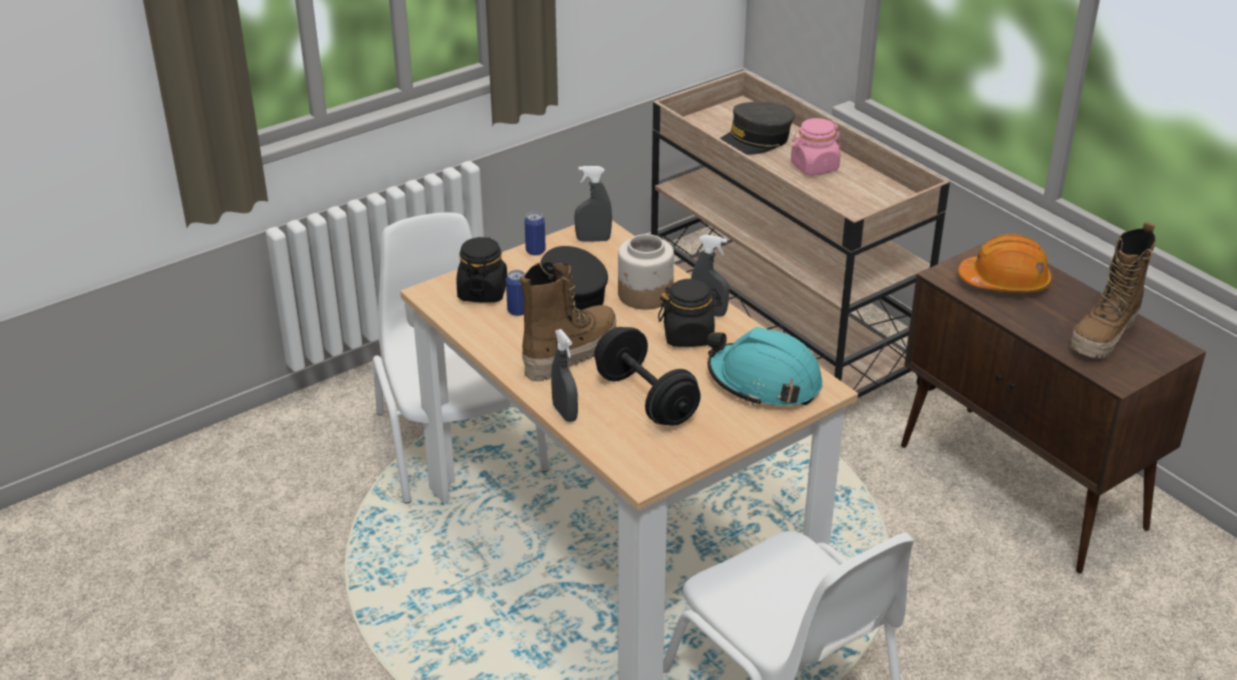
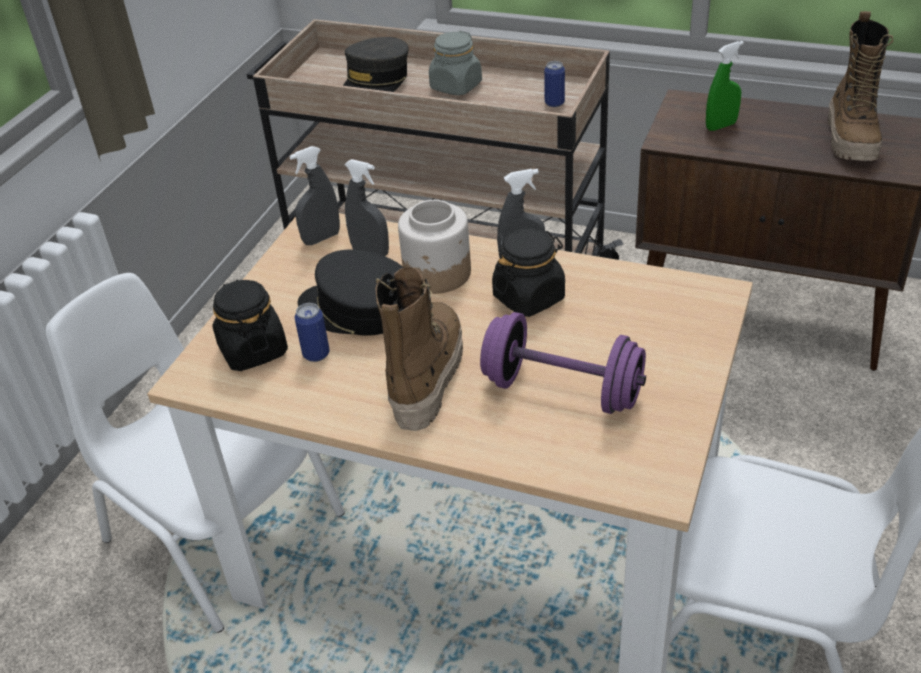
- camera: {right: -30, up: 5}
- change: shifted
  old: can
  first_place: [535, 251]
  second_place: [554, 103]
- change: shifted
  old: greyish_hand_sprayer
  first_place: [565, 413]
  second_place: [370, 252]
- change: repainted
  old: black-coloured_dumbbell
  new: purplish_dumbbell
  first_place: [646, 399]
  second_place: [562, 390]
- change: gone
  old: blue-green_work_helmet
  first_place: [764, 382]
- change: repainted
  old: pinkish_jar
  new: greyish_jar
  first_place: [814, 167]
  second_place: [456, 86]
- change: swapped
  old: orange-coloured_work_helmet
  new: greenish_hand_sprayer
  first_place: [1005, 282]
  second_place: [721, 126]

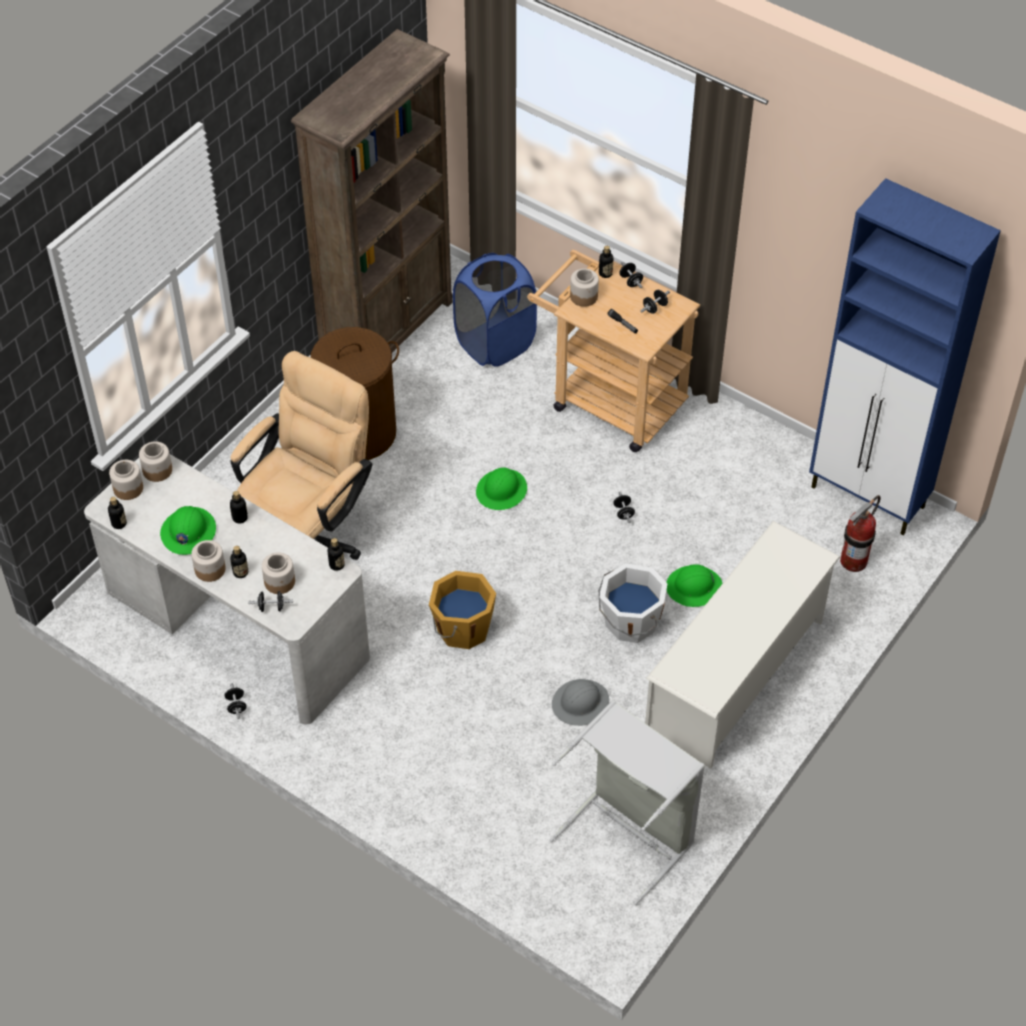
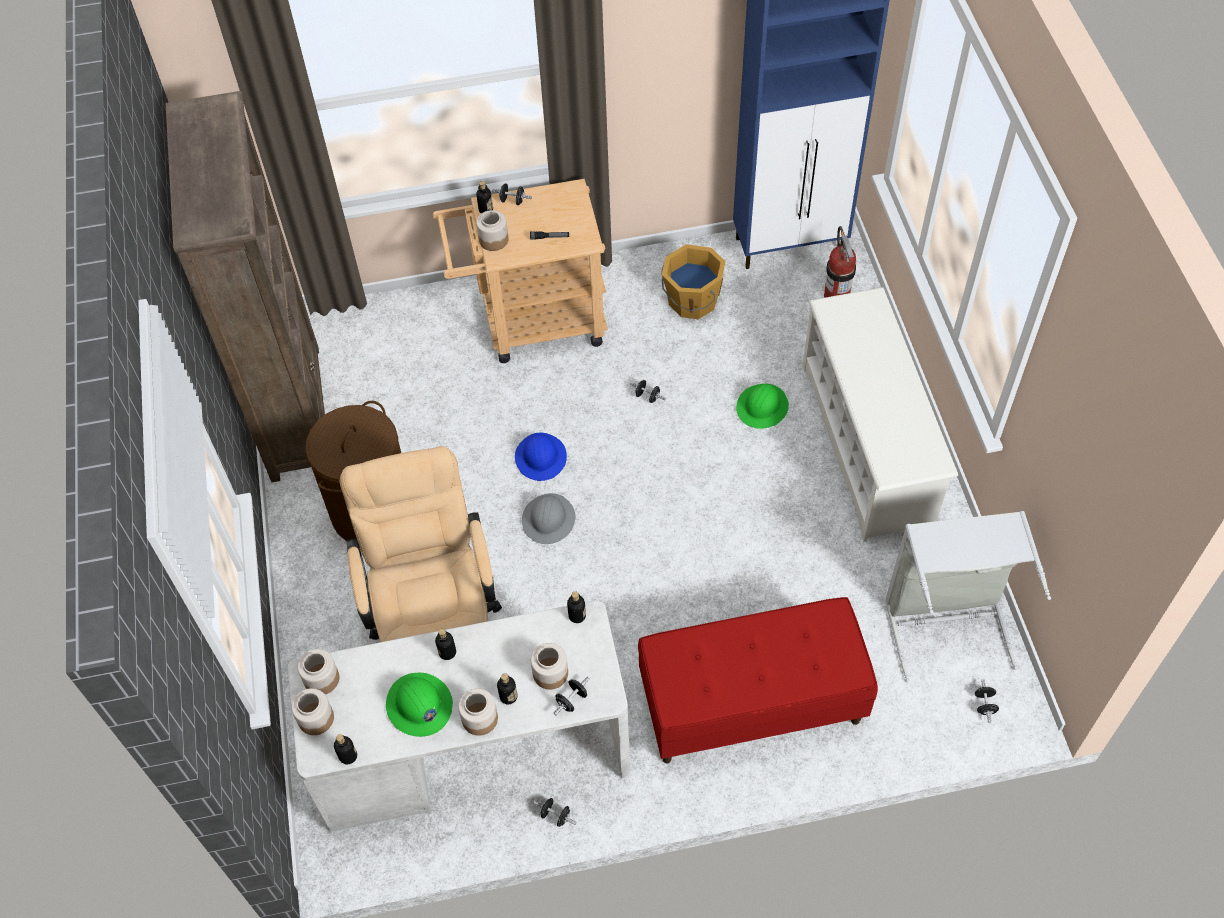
- camera: {right: -45, up: 5}
- change: shifted
  old: orange-coloured_pail
  first_place: [462, 628]
  second_place: [691, 301]
- change: gone
  old: blue_washing_basket
  first_place: [495, 343]
- change: repainted
  old: greenish_work_helmet
  new: blue_work_helmet
  first_place: [502, 491]
  second_place: [541, 457]
- change: shifted
  old: greyish_work_helmet
  first_place: [580, 703]
  second_place: [549, 519]
- change: gone
  old: whitish_pail
  first_place: [630, 622]
- change: shifted
  old: black-coloured_dumbbell
  first_place: [655, 308]
  second_place: [984, 705]
- change: new
  new: reddish_bench
  second_place: [751, 704]

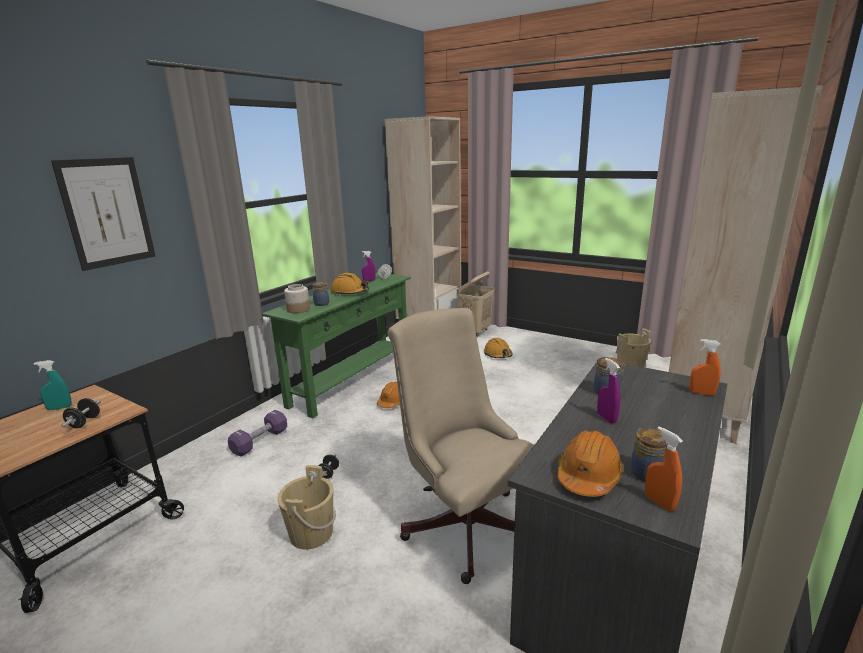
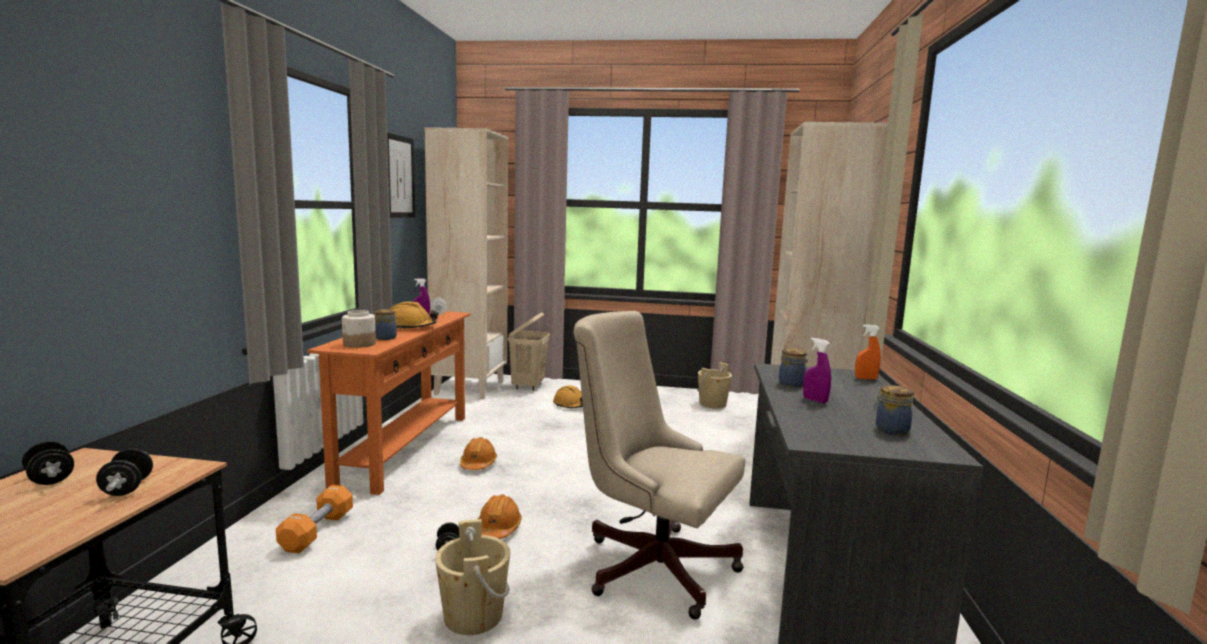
- camera: {right: -25, up: -10}
- change: swapped
  old: blue-green_hand_sprayer
  new: black-coloured_dumbbell
  first_place: [60, 408]
  second_place: [50, 479]
- change: shifted
  old: wall_art
  first_place: [107, 212]
  second_place: [400, 177]
- change: repainted
  old: purplish_dumbbell
  new: orange-coloured_dumbbell
  first_place: [260, 441]
  second_place: [317, 531]
- change: repainted
  old: greenish_console_table
  new: orange-coloured_console_table
  first_place: [351, 380]
  second_place: [405, 448]
- change: shifted
  old: orange-coloured_work_helmet
  first_place: [588, 476]
  second_place: [498, 528]
- change: gone
  old: orange-coloured_hand_sprayer
  first_place: [659, 502]

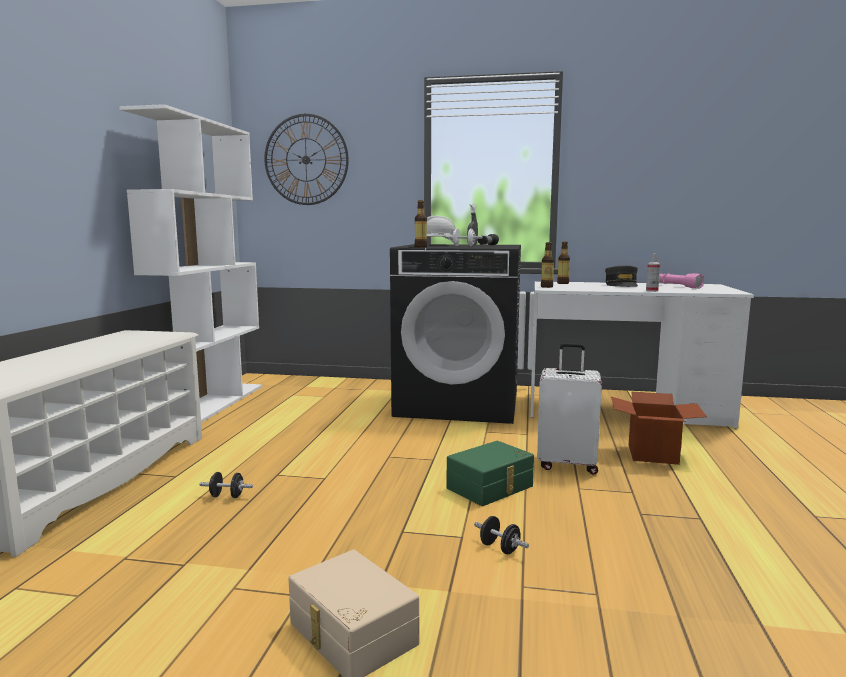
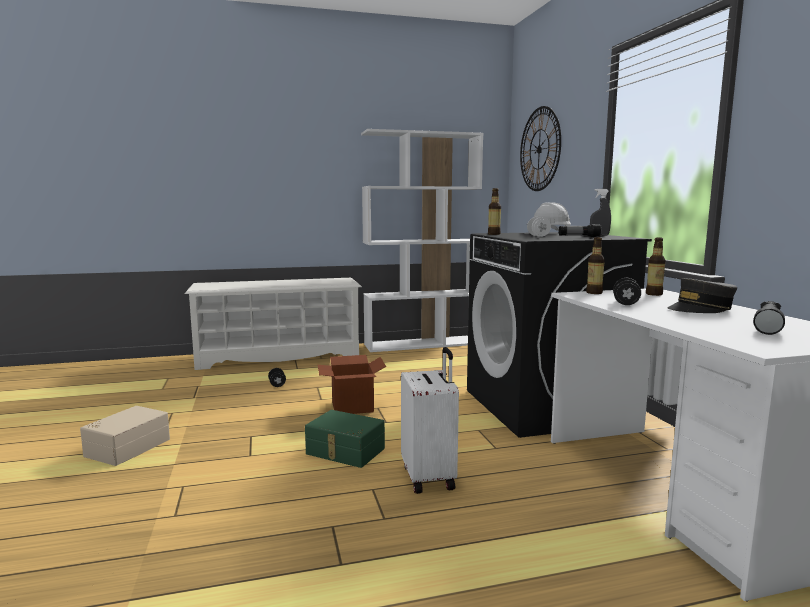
- camera: {right: 65, up: 0}
- change: shifted
  old: black-coloured_dumbbell
  first_place: [499, 548]
  second_place: [625, 303]
- change: shifted
  old: carton
  first_place: [652, 454]
  second_place: [352, 407]
- change: gone
  old: hand_sprayer
  first_place: [652, 291]
- change: repainted
  old: pinkish_torch
  new: black-coloured_torch
  first_place: [677, 286]
  second_place: [768, 326]

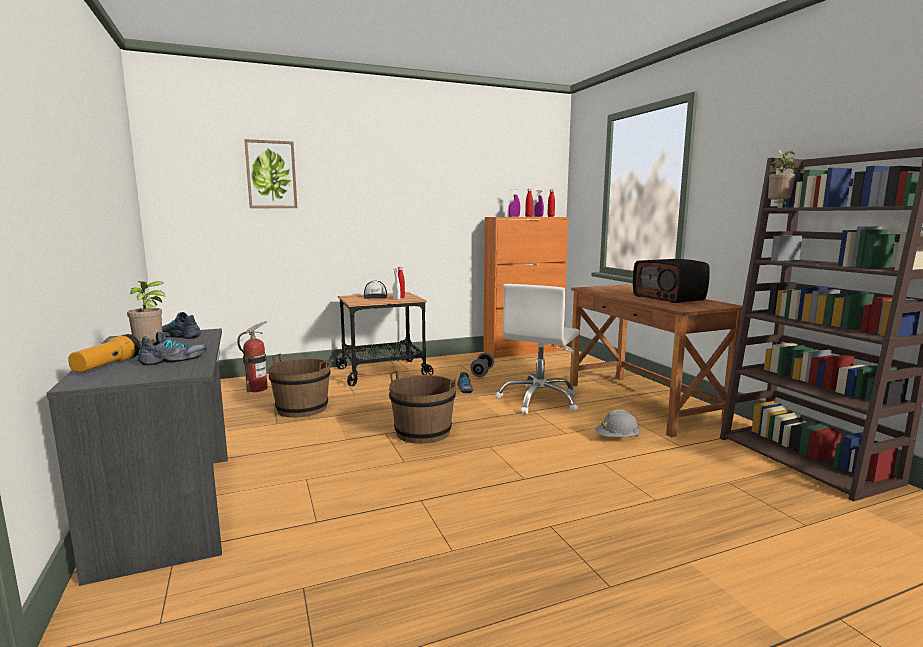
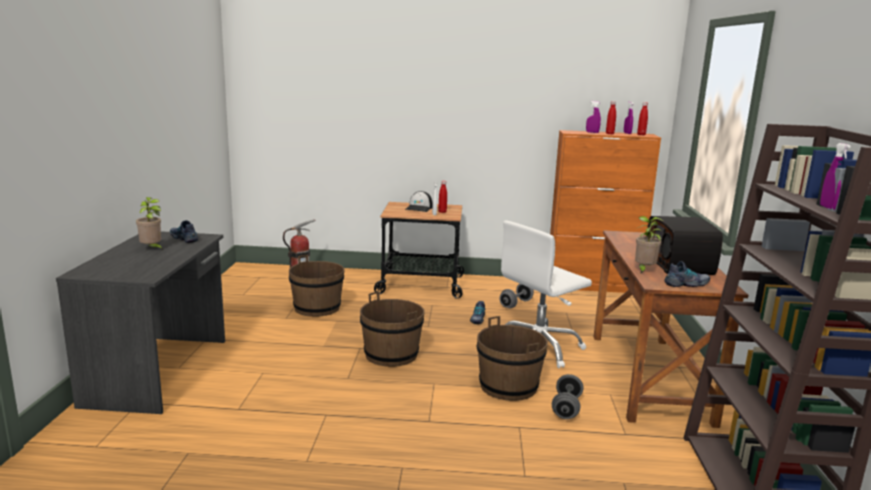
- camera: {right: 25, up: 5}
- change: gone
  old: torch
  first_place: [107, 366]
- change: shifted
  old: item_of_footwear
  first_place: [174, 360]
  second_place: [687, 284]
- change: gone
  old: wall_art
  first_place: [271, 174]
- change: swapped
  old: greyish_work_helmet
  new: greyish_dumbbell
  first_place: [617, 438]
  second_place: [566, 408]
- change: shifted
  old: plant_in_a_pot
  first_place: [778, 207]
  second_place: [644, 270]
- change: new
  new: brown_pail
  second_place: [508, 386]
- change: new
  new: purplish_hand_sprayer
  second_place: [829, 208]

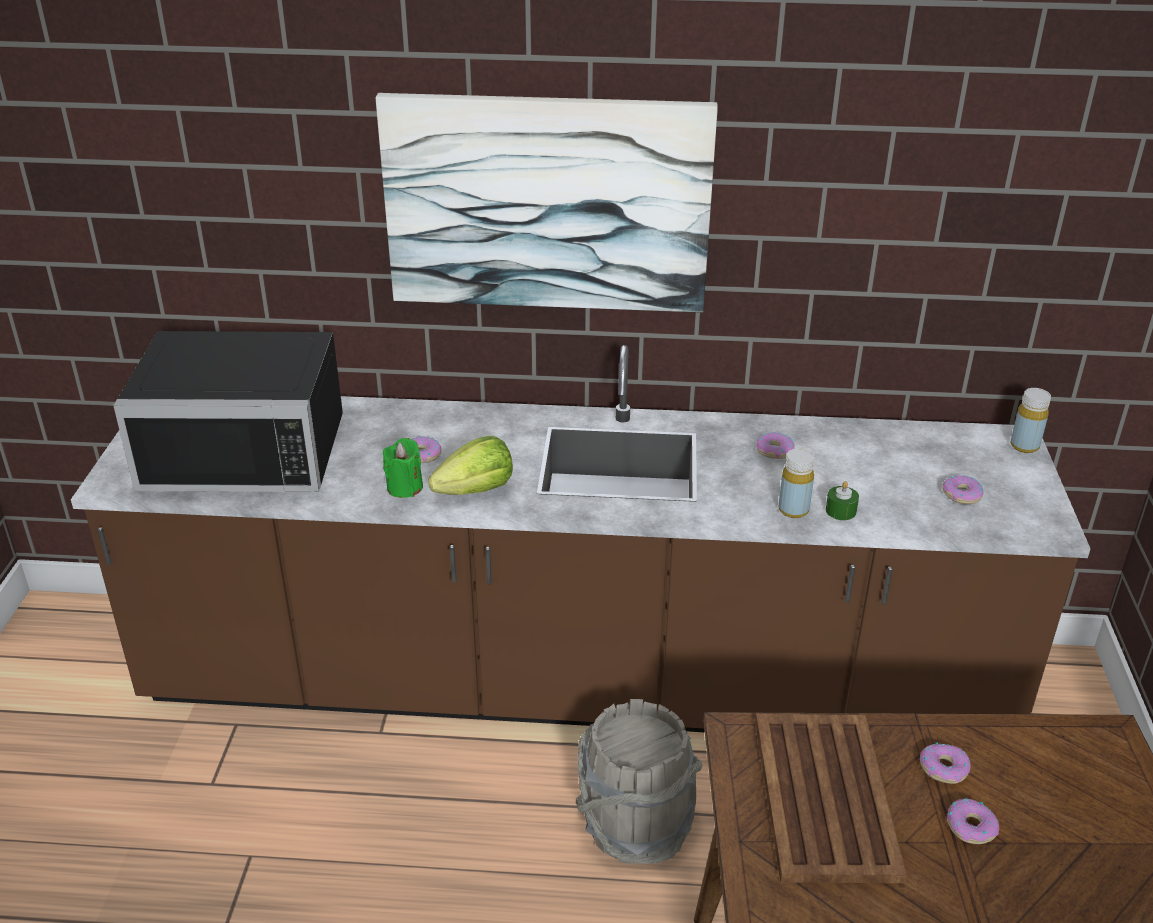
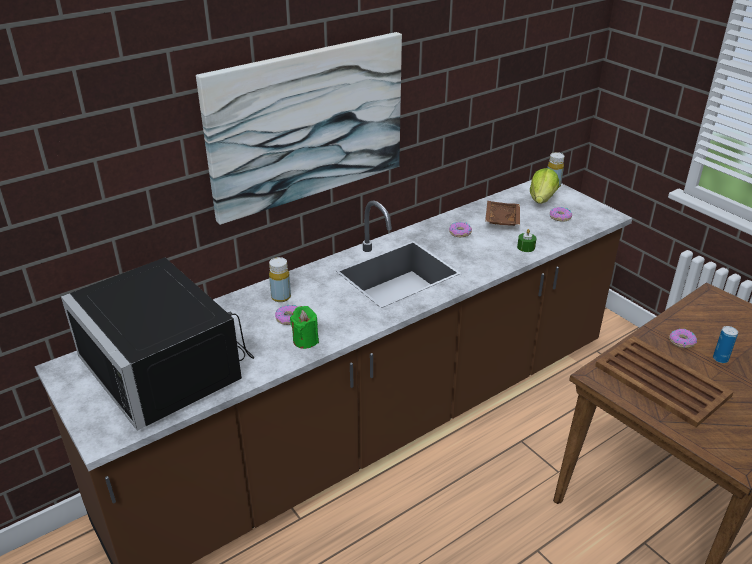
- camera: {right: -40, up: 0}
- change: rotated
  old: black-coloured_kitchen_microwave
  first_place: [249, 447]
  second_place: [171, 366]
  degrees: 90
- change: shifted
  old: head_of_lettuce
  first_place: [476, 490]
  second_place: [542, 200]
- change: gone
  old: greyish_pail
  first_place: [635, 826]
- change: shifted
  old: yellow-coloured_drink_bottle
  first_place: [793, 510]
  second_place: [281, 297]
- change: swapped
  old: ring_doughnut
  new: can
  first_place: [971, 826]
  second_place: [720, 359]
- change: new
  new: brown_tray
  second_place: [501, 220]

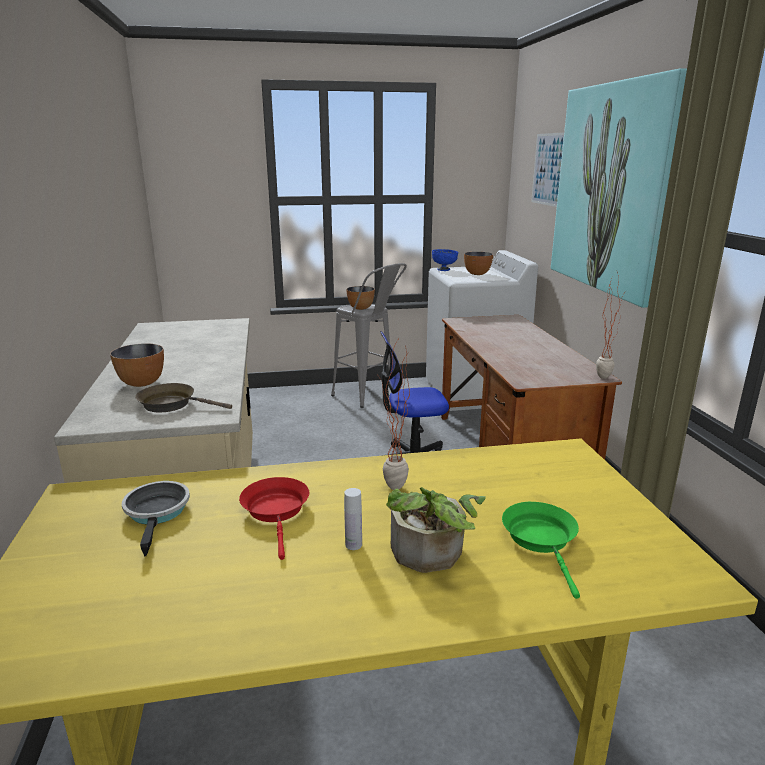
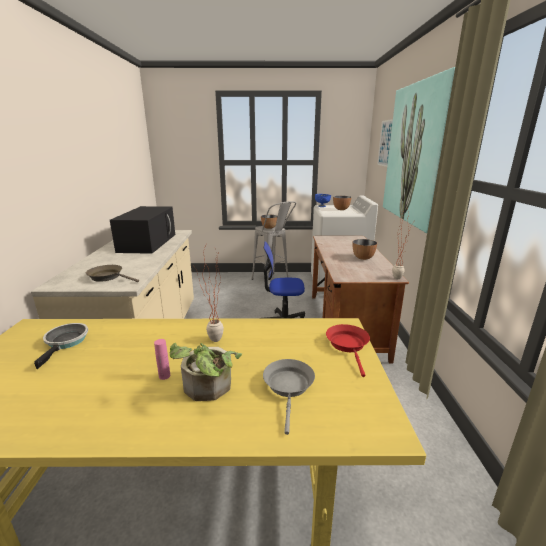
- camera: {right: 10, up: 0}
- change: shifted
  old: bowl
  first_place: [142, 383]
  second_place: [363, 258]
- change: shifted
  old: reddish_frying_pan
  first_place: [276, 511]
  second_place: [348, 345]
- change: repainted
  old: whitish_drink_bottle
  new: pinkish_drink_bottle
  first_place: [353, 545]
  second_place: [164, 376]
- change: repainted
  old: greenish_frying_pan
  new: greyish_frying_pan
  first_place: [541, 540]
  second_place: [289, 387]
- change: new
  new: black-coloured_kitchen_microwave
  second_place: [148, 242]

